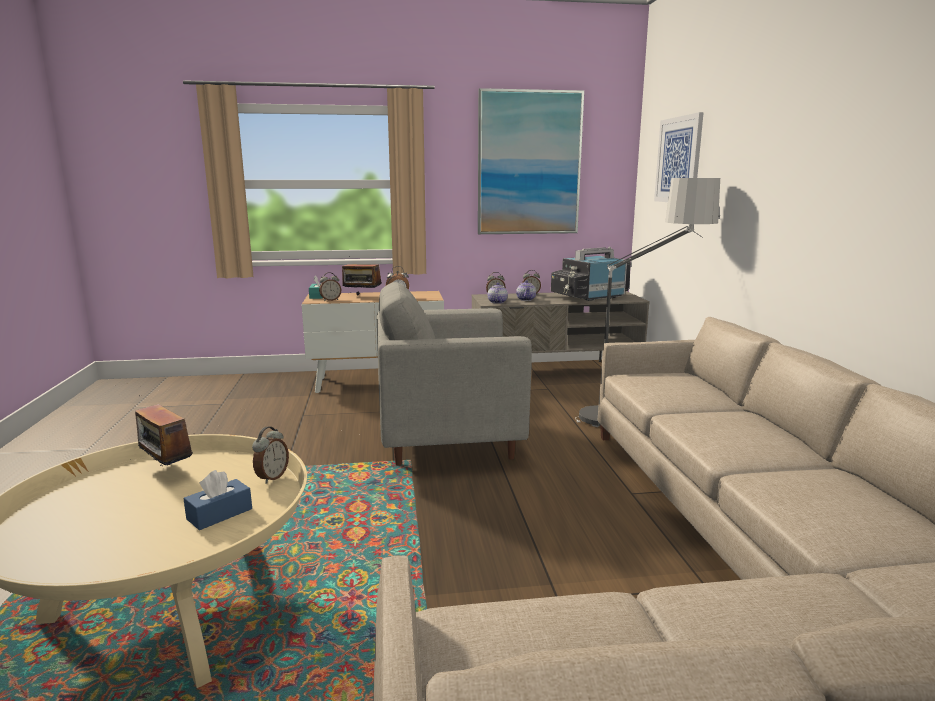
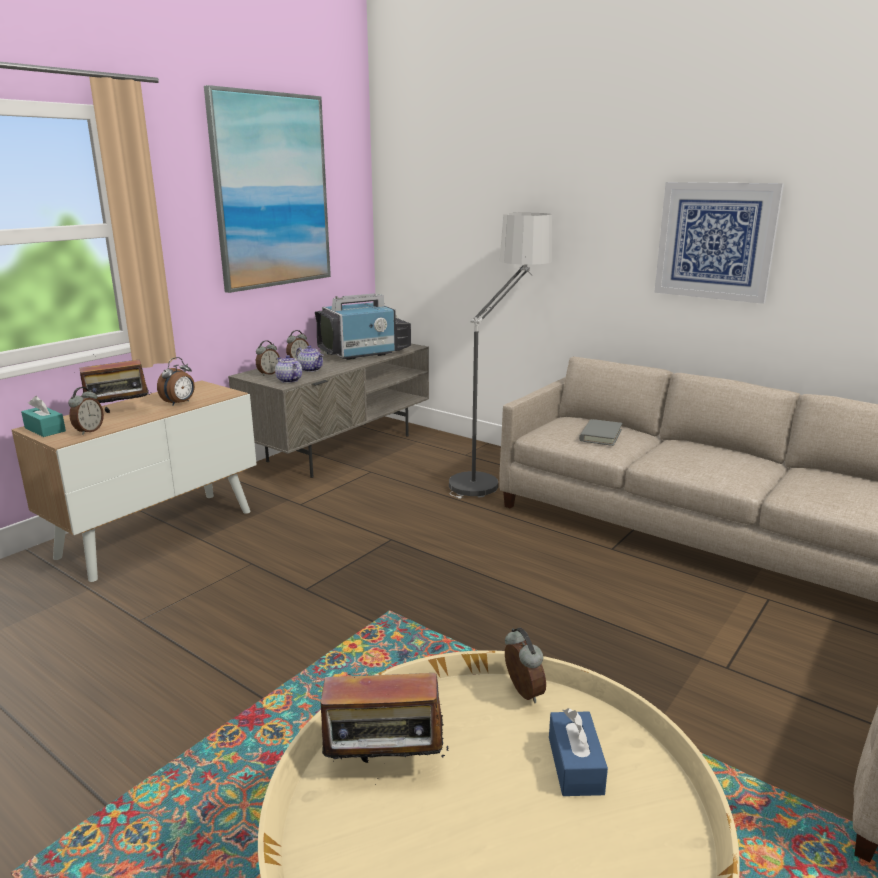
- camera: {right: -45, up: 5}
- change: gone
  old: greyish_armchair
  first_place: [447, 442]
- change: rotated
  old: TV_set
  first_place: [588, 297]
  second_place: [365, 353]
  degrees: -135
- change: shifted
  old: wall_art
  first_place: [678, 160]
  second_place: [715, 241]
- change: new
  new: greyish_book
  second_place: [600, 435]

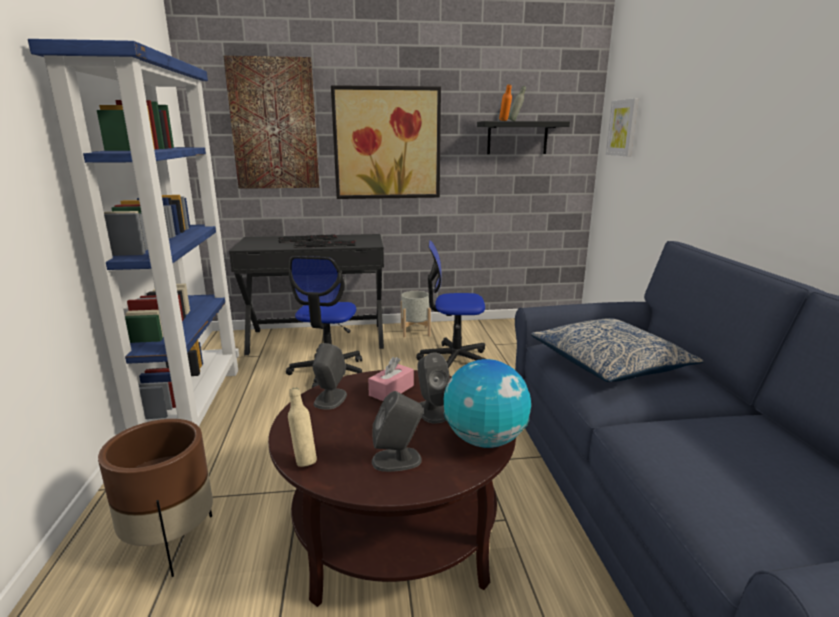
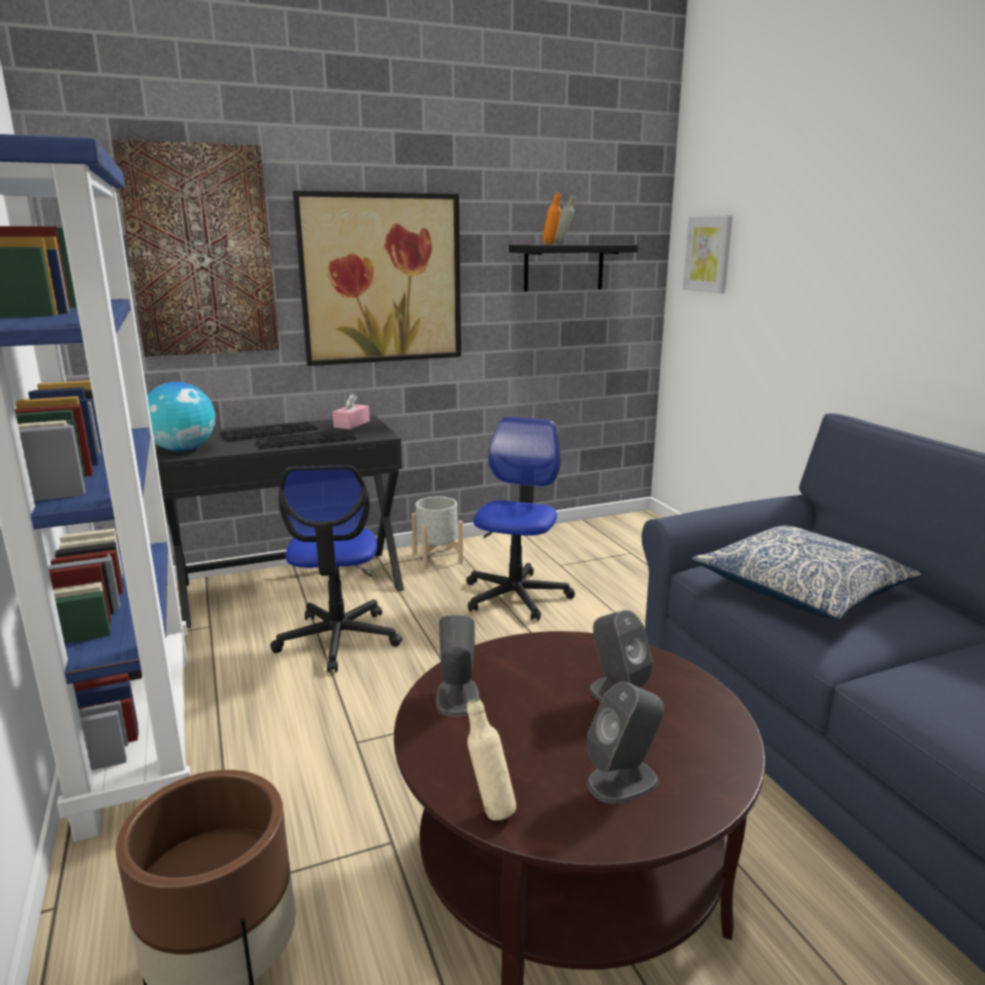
- camera: {right: -15, up: 0}
- change: shifted
  old: pinkish_box_of_tissues
  first_place: [391, 390]
  second_place: [351, 424]
- change: rotated
  old: desk_chair
  first_place: [454, 360]
  second_place: [516, 596]
  degrees: 120
- change: shifted
  old: desk_globe
  first_place: [485, 440]
  second_place: [183, 450]

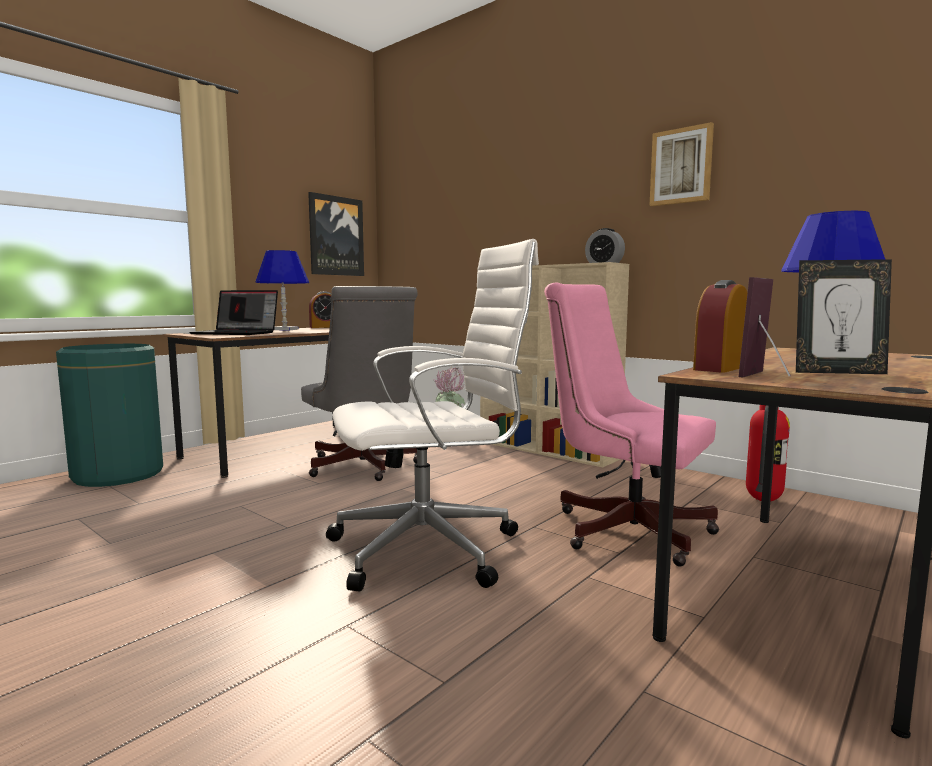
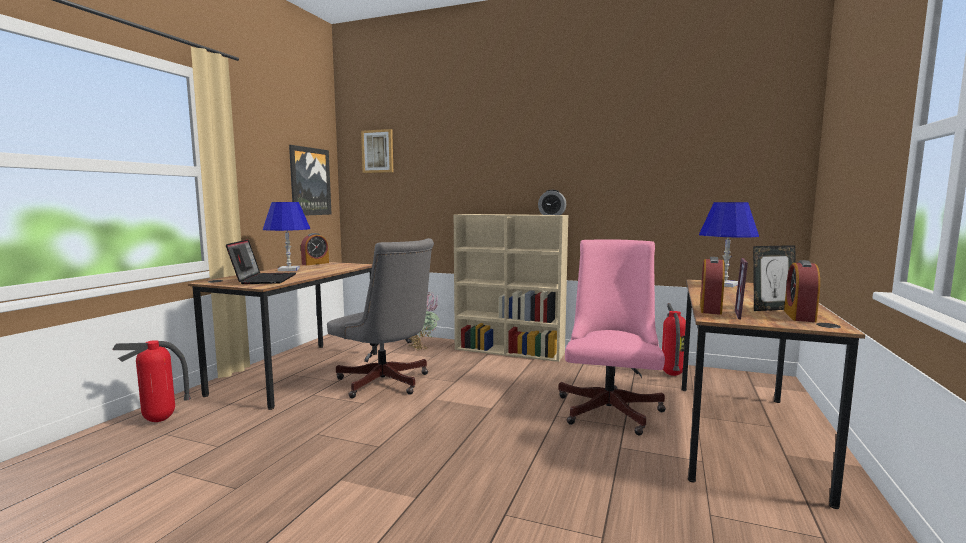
- camera: {right: -20, up: 0}
- change: swapped
  old: greenish_trash_can
  new: extinguisher
  first_place: [118, 474]
  second_place: [159, 421]
- change: rotated
  old: laptop
  first_place: [237, 333]
  second_place: [264, 279]
  degrees: -90
- change: gone
  old: whitish_desk_chair
  first_place: [431, 548]
- change: rotated
  old: pinkish_desk_chair
  first_place: [622, 528]
  second_place: [610, 408]
  degrees: 90
- change: shifted
  old: wall_art
  first_place: [681, 166]
  second_place: [378, 151]
- change: new
  new: bedside_clock
  second_place: [799, 316]

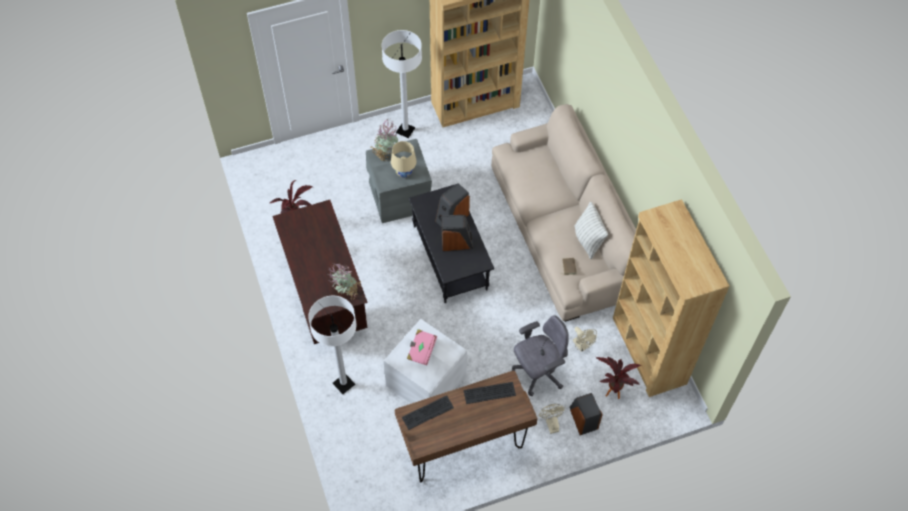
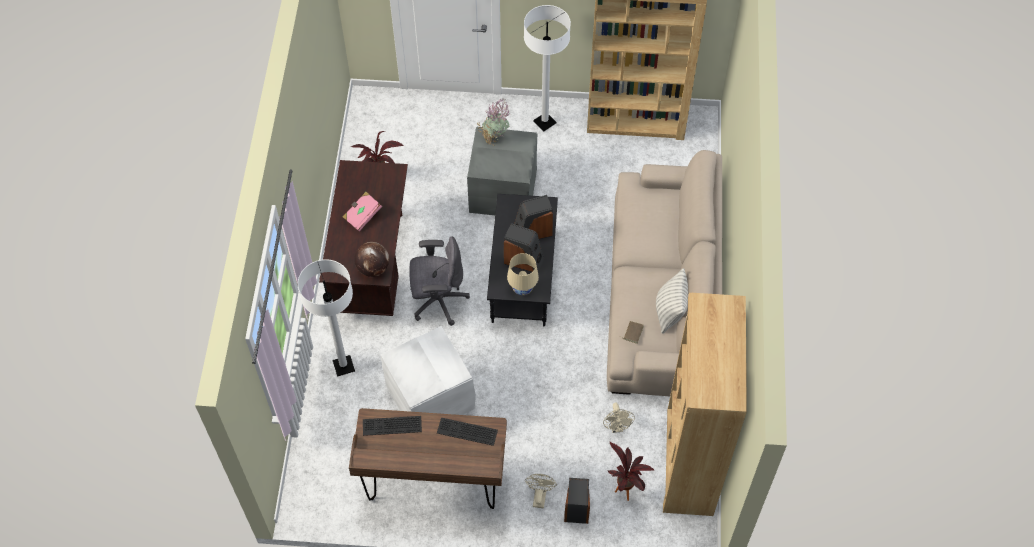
- camera: {right: 25, up: 0}
- change: swapped
  old: plant_in_a_pot
  new: desk_globe
  first_place: [346, 293]
  second_place: [373, 268]
- change: shifted
  old: beige_lamp_for_a_table
  first_place: [404, 172]
  second_place: [522, 288]
- change: shifted
  old: pinkish_book
  first_place: [421, 350]
  second_place: [362, 215]
- change: shifted
  old: greyish_desk_chair
  first_place: [538, 372]
  second_place: [438, 301]

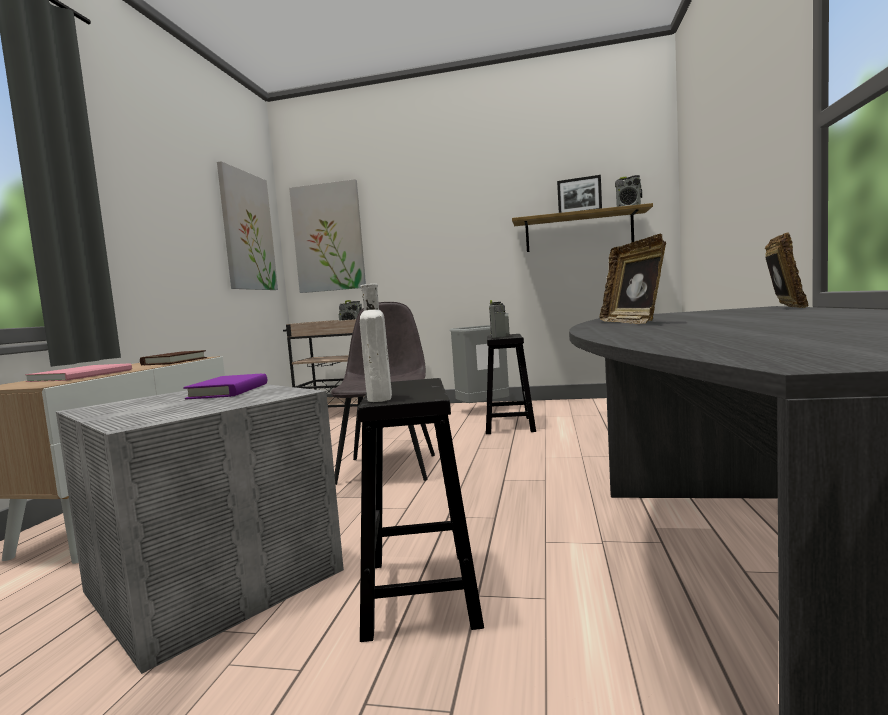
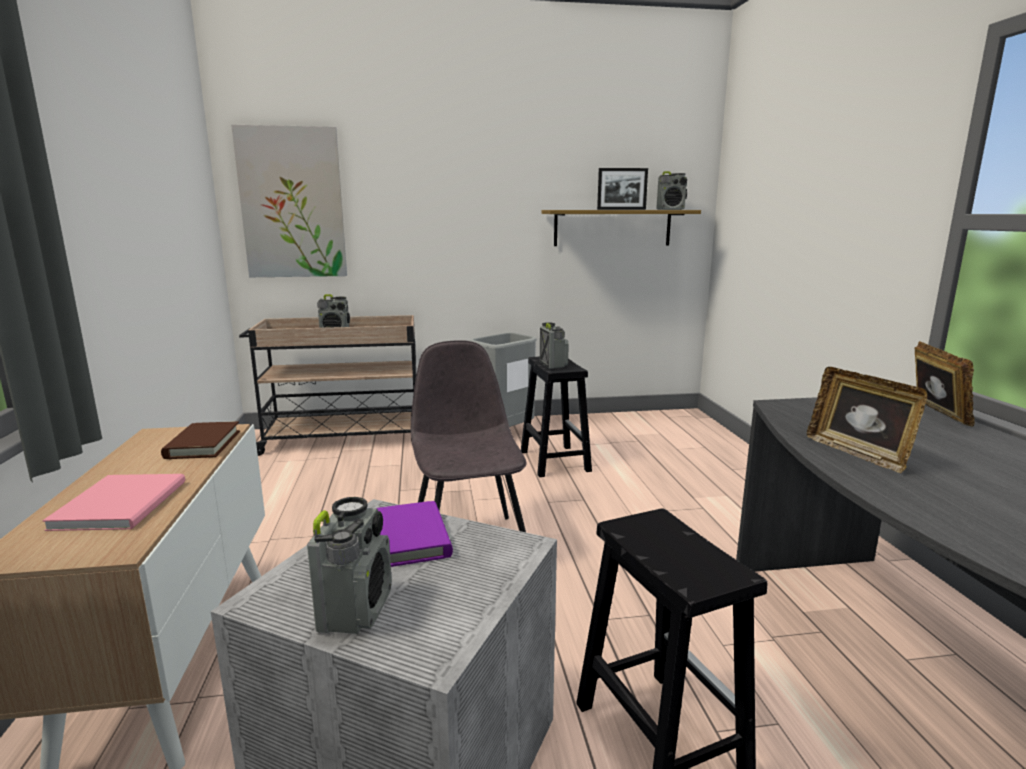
- camera: {right: -20, up: 10}
- change: gone
  old: wall_art
  first_place: [247, 231]
- change: gone
  old: whitish_drink_bottle
  first_place: [379, 397]
- change: new
  new: radio_receiver
  second_place: [356, 609]

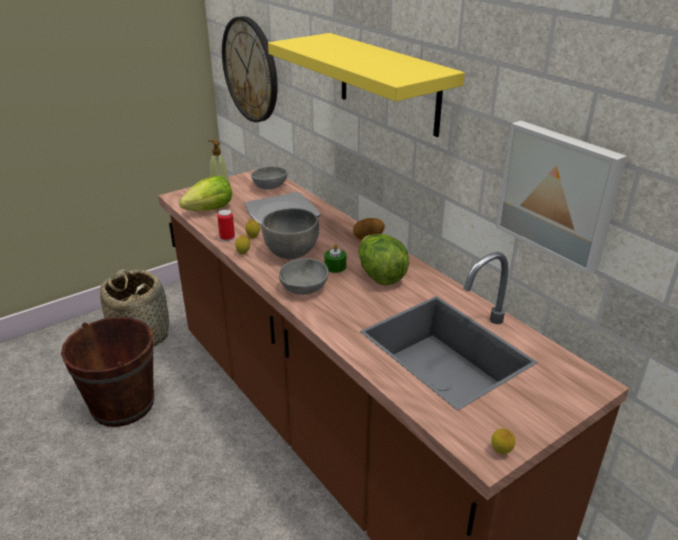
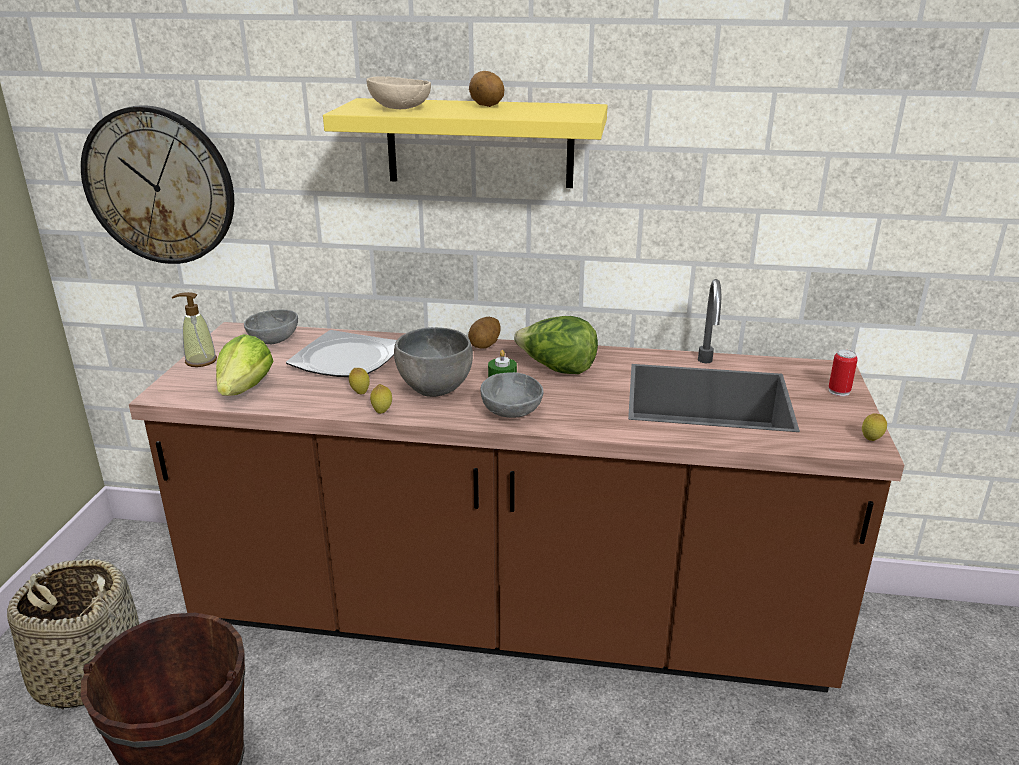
- camera: {right: -45, up: -5}
- change: shifted
  old: can
  first_place: [227, 238]
  second_place: [839, 391]
- change: gone
  old: wall_art
  first_place: [559, 193]
- change: new
  new: beige_bowl
  second_place: [401, 108]
- change: new
  new: whole_potato
  second_place: [486, 106]

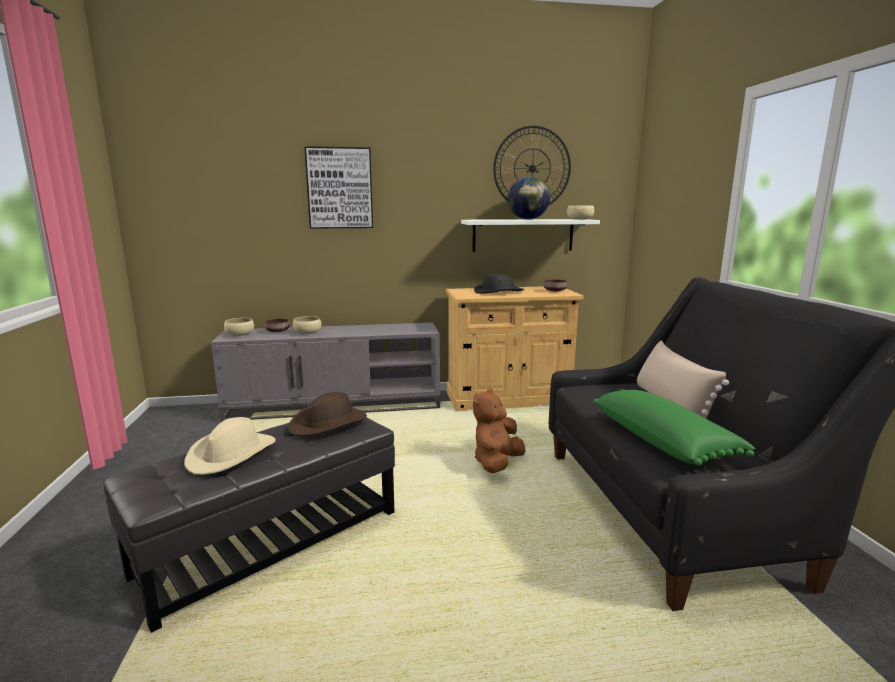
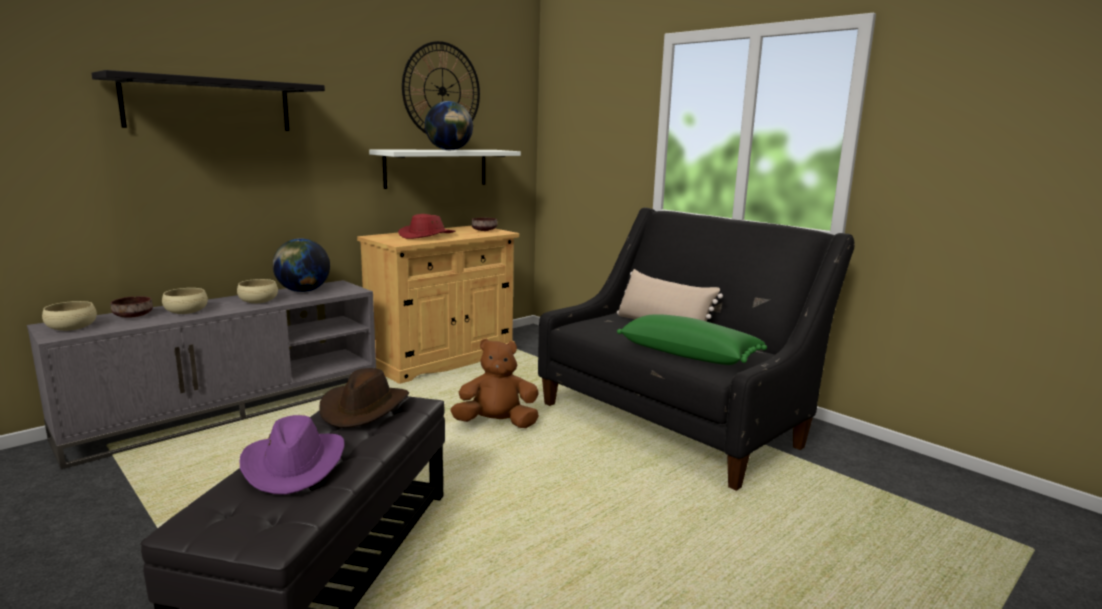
- camera: {right: -35, up: 0}
- change: repainted
  old: beige_hat
  new: purplish_hat
  first_place: [232, 454]
  second_place: [294, 465]
- change: swapped
  old: wall_art
  new: black-coloured_wall_shelf
  first_place: [339, 188]
  second_place: [209, 105]
- change: rotated
  old: brown_cuddly_toy
  first_place: [497, 463]
  second_place: [497, 423]
  degrees: 90
- change: repainted
  old: black-coloured_hat
  new: reddish_hat
  first_place: [498, 292]
  second_place: [427, 235]
- change: shifted
  old: beige_bowl
  first_place: [580, 219]
  second_place: [258, 301]
- change: new
  new: desk_globe
  second_place: [303, 291]

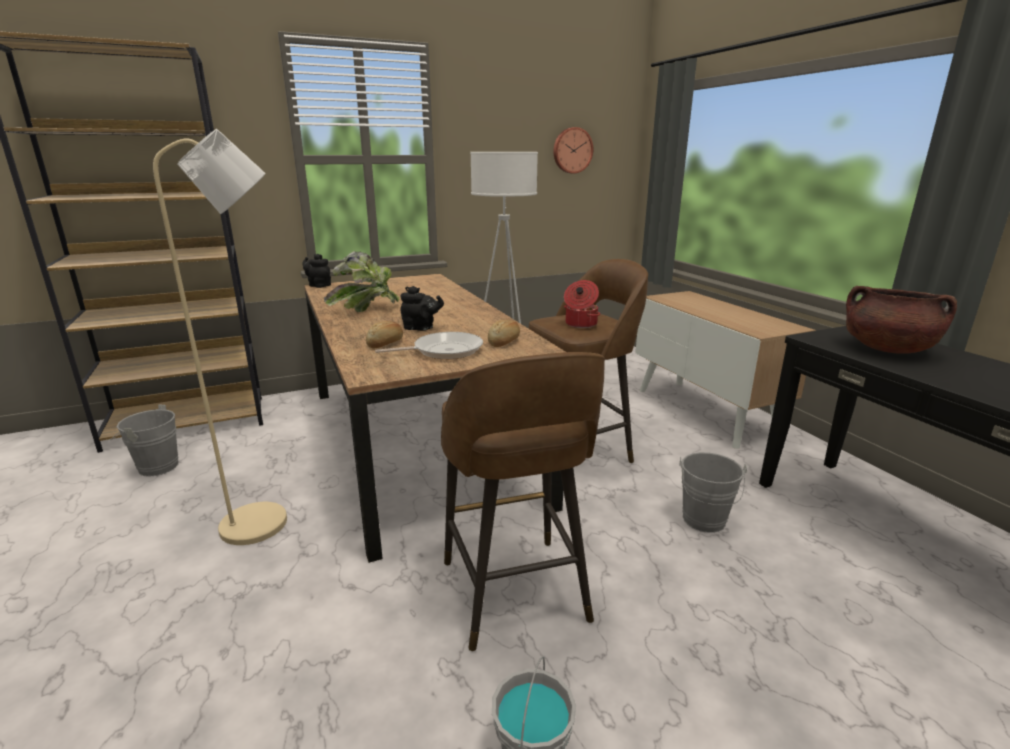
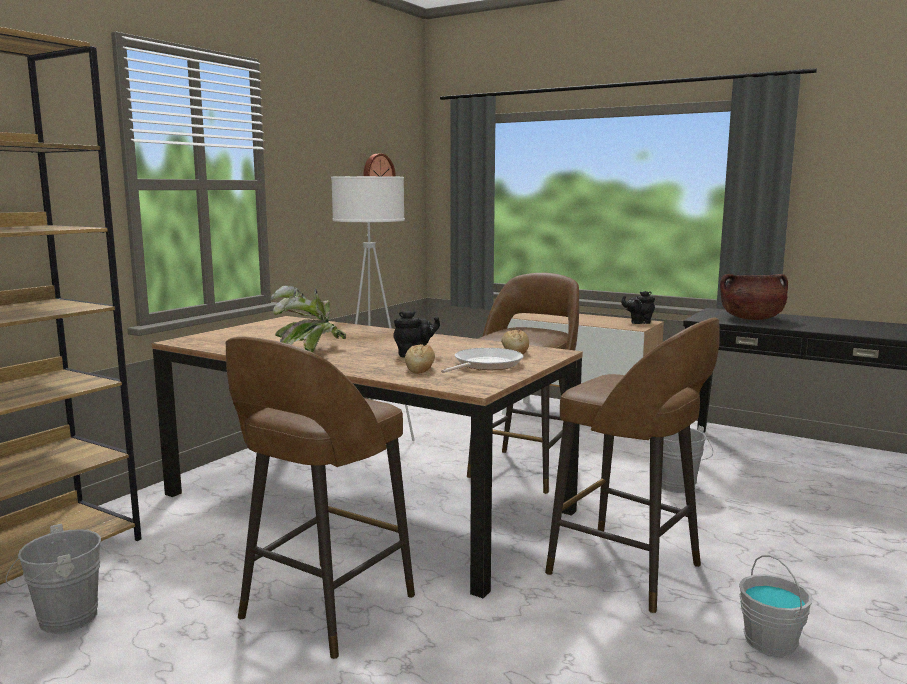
- camera: {right: -35, up: -10}
- change: swapped
  old: beige_floor_lamp
  new: brown_stool
  first_place: [267, 521]
  second_place: [323, 609]
- change: shifted
  old: black-coloured_pot_for_tea
  first_place: [318, 285]
  second_place: [638, 322]
- change: gone
  old: saucepot
  first_place: [580, 324]

